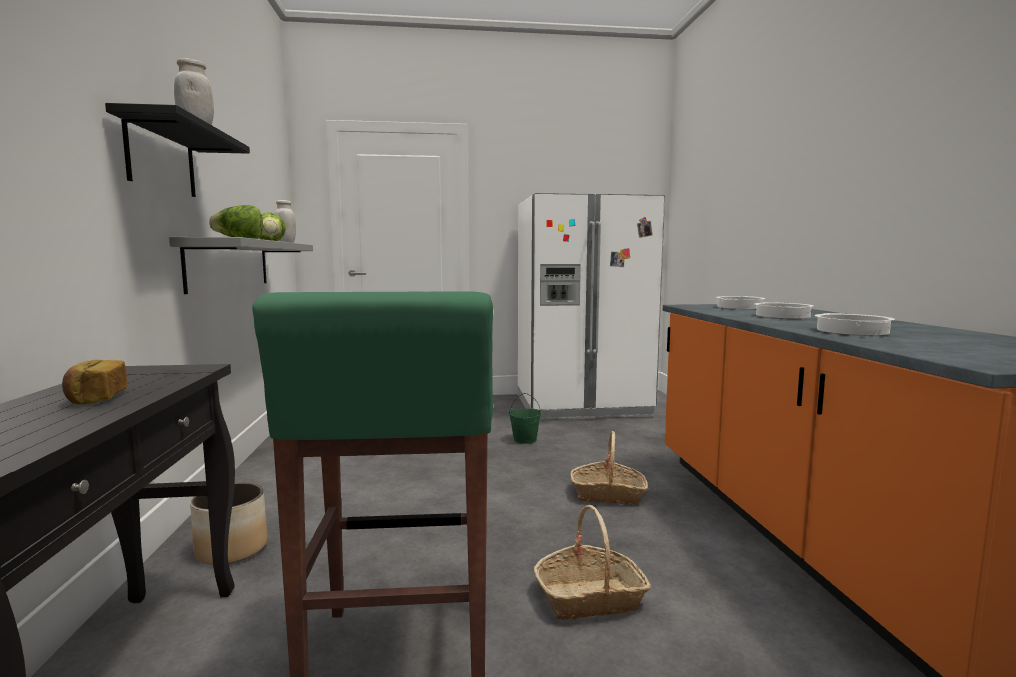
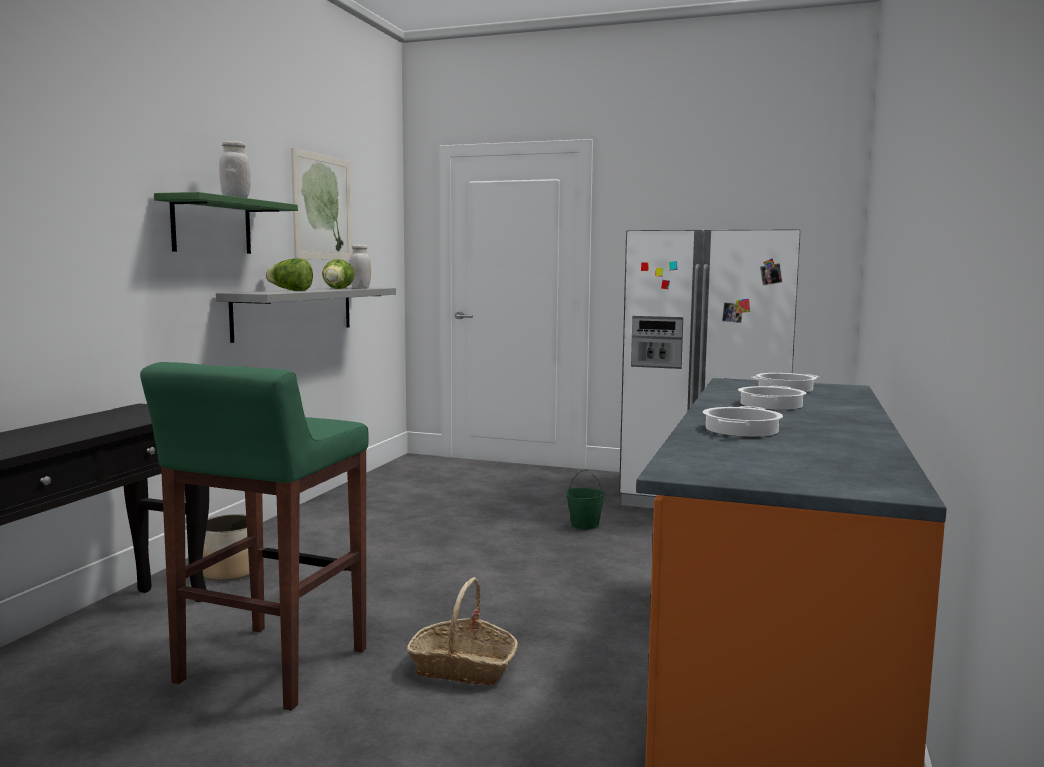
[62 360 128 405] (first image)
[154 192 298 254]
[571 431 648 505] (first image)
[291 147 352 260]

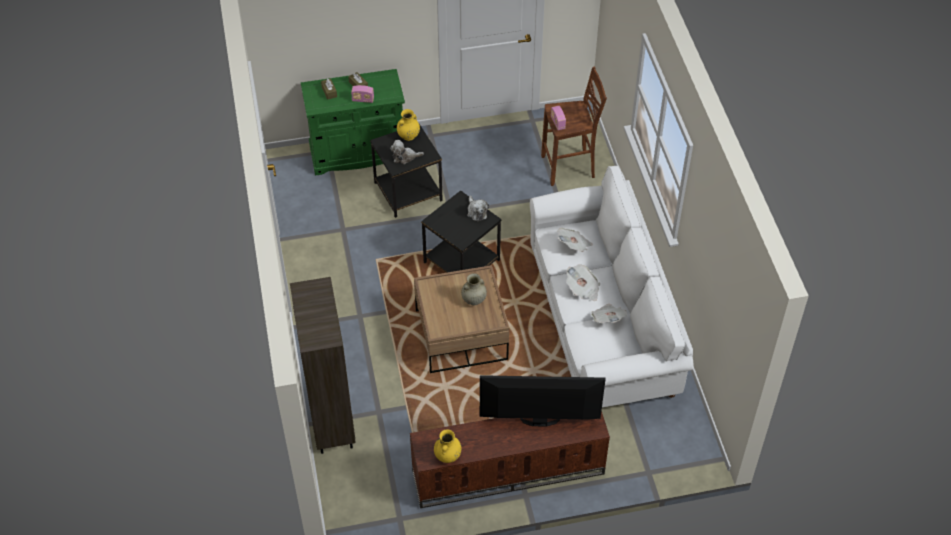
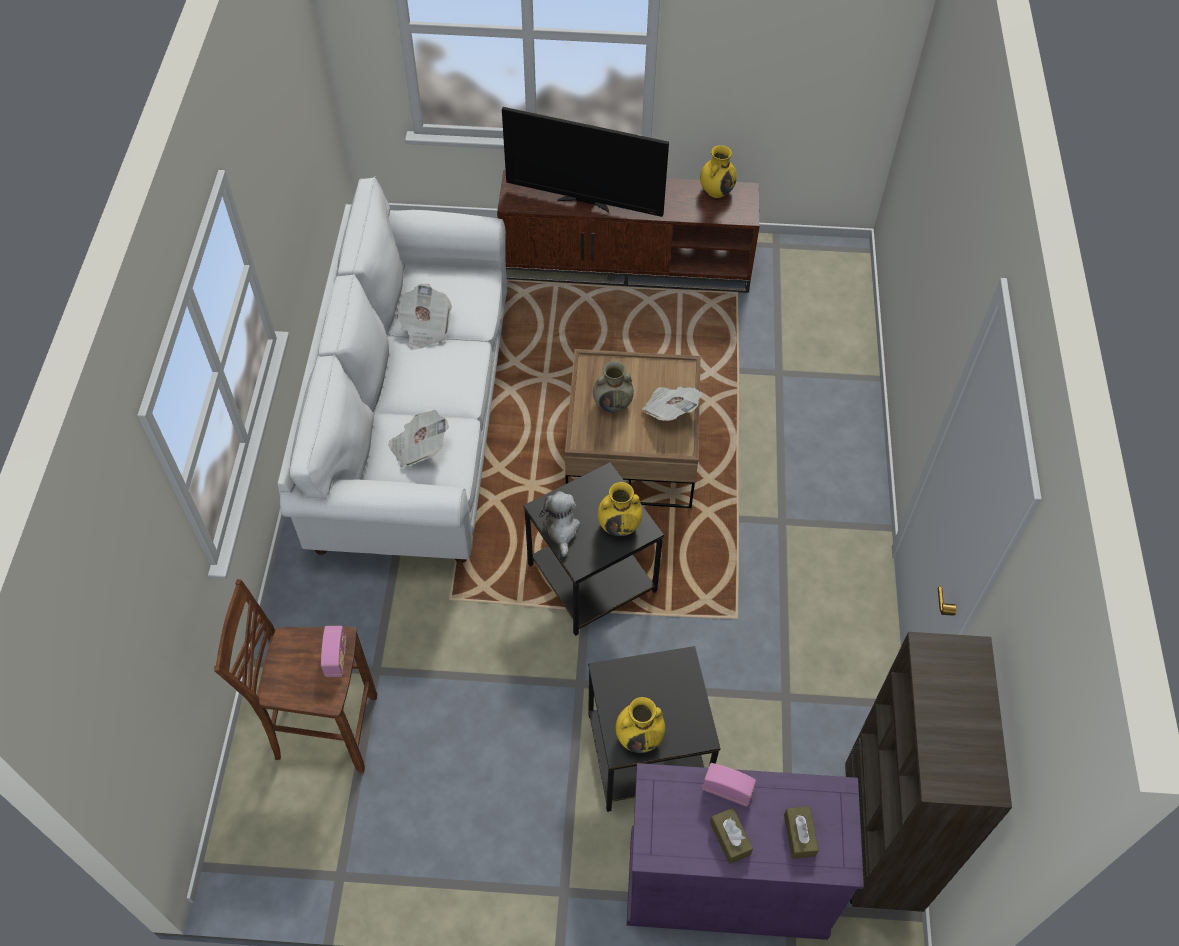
[845 632 1012 912]
[627 763 864 940]
[390 140 424 164] (first image)
[642 386 703 421]
[598 482 642 536]

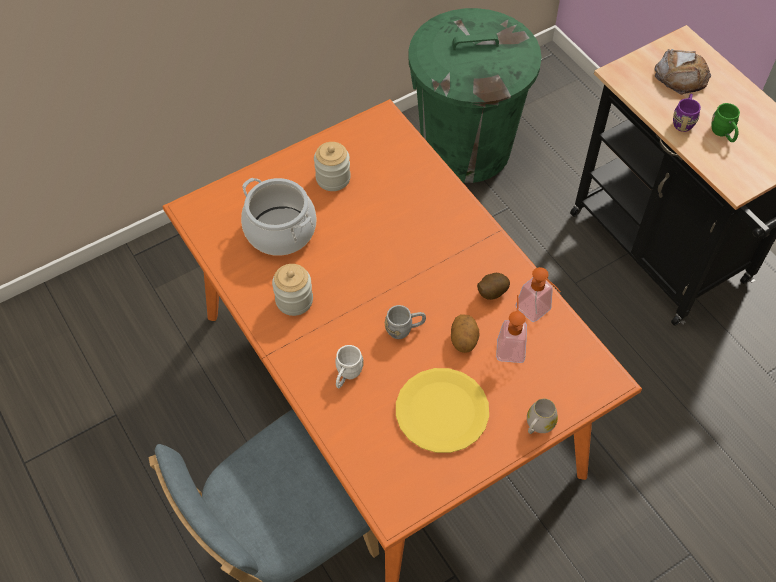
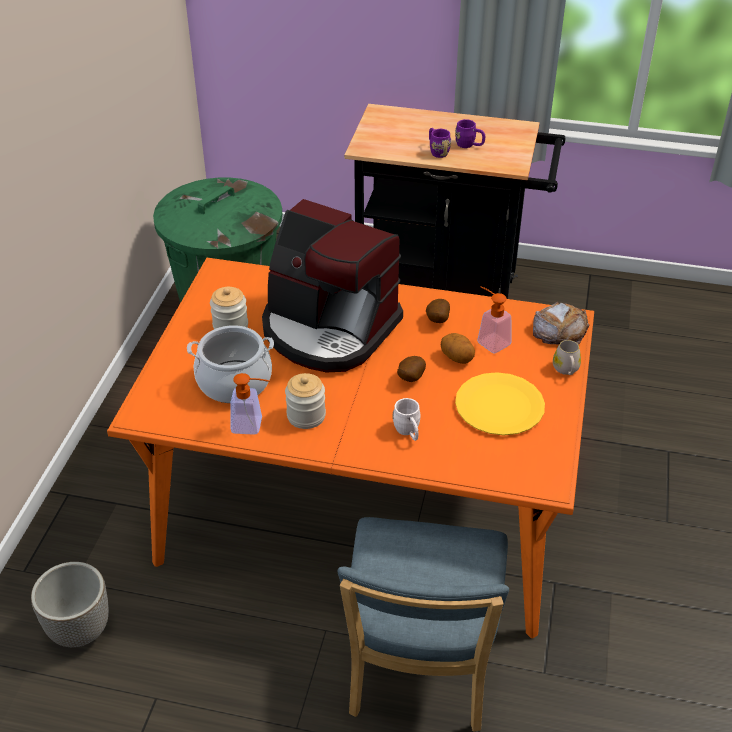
[397 356 426 382]
[230 373 270 435]
[533 302 589 345]
[455 119 485 148]
[31 562 109 647]
[262 199 403 373]

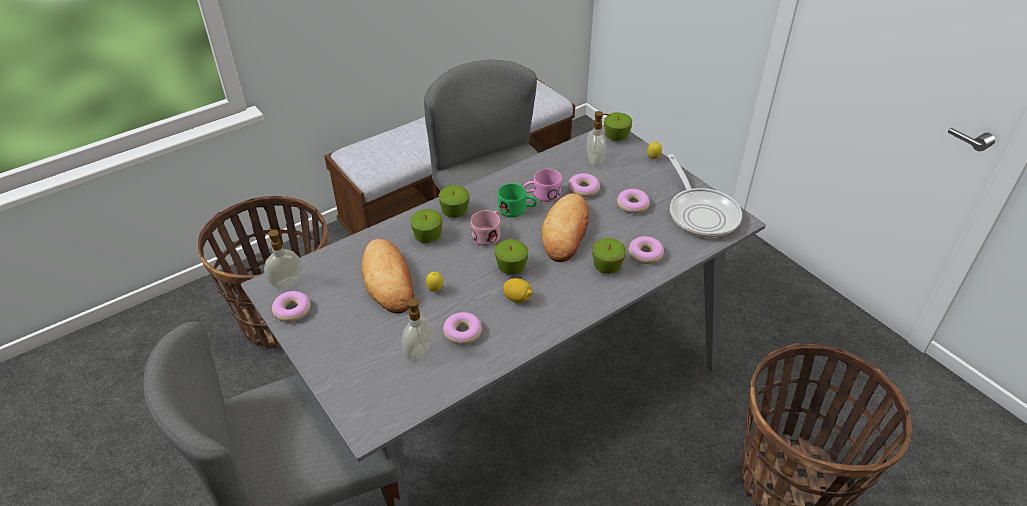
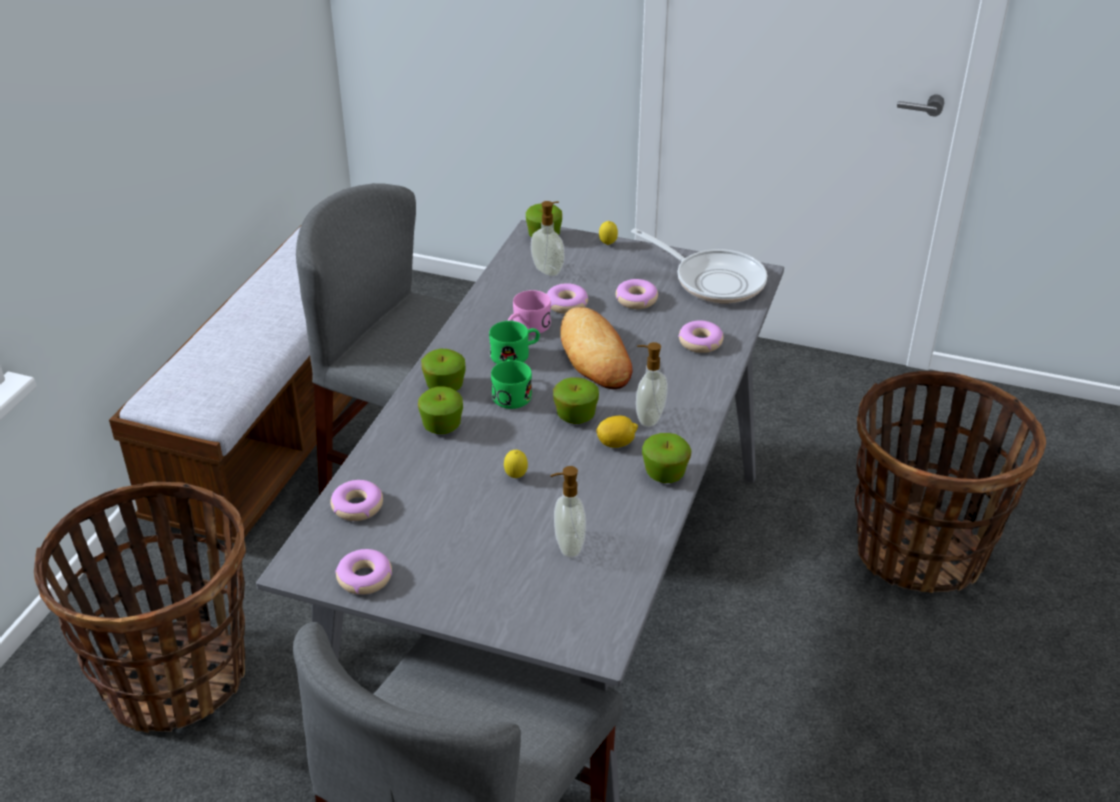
[636 342 668 427]
[362 239 414 313] (first image)
[331 480 383 521]
[491 359 532 409]
[642 433 691 483]

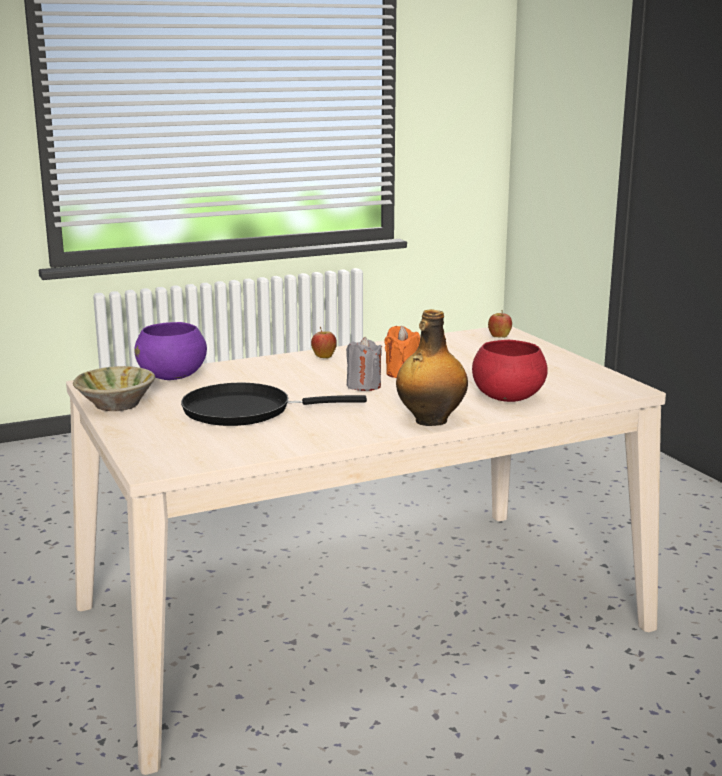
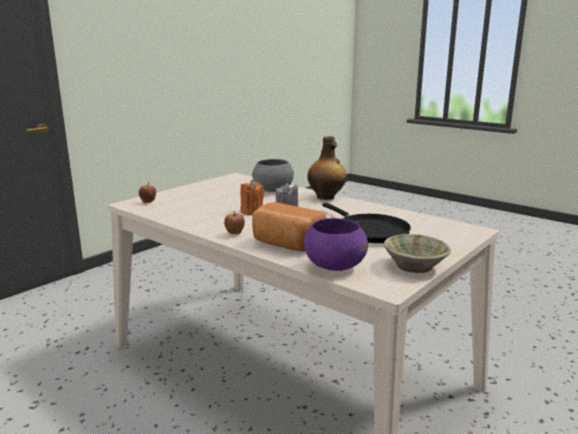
[252 159 294 192]
[252 202 326 252]

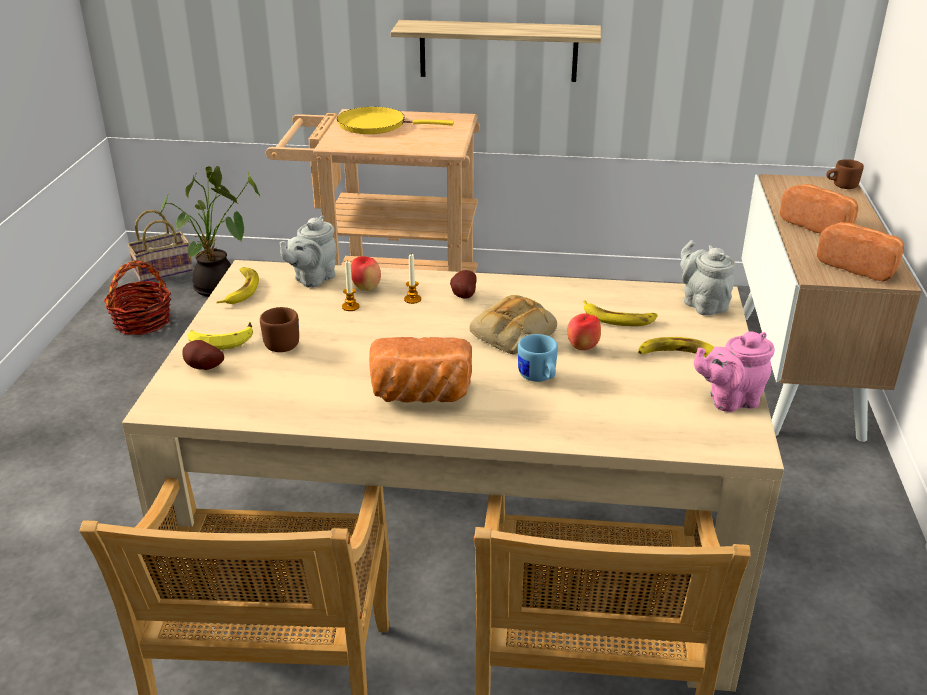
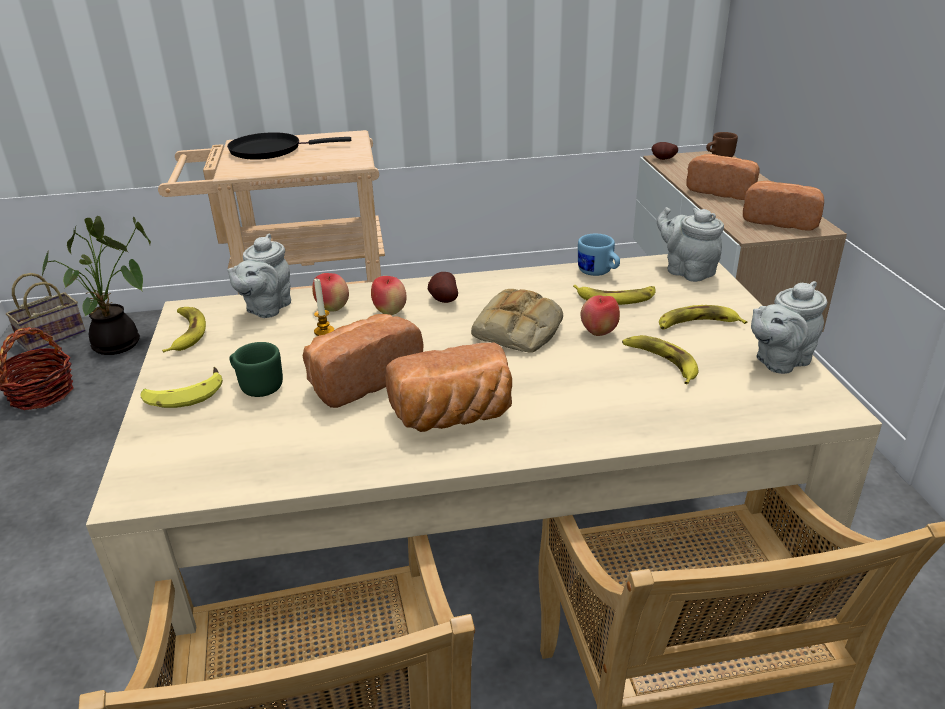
[652 142 678 160]
[229 342 283 397]
[227 132 351 160]
[391 20 601 82] (first image)
[371 276 407 315]
[578 234 620 276]
[751 281 827 374]
[303 314 424 408]
[622 335 698 384]

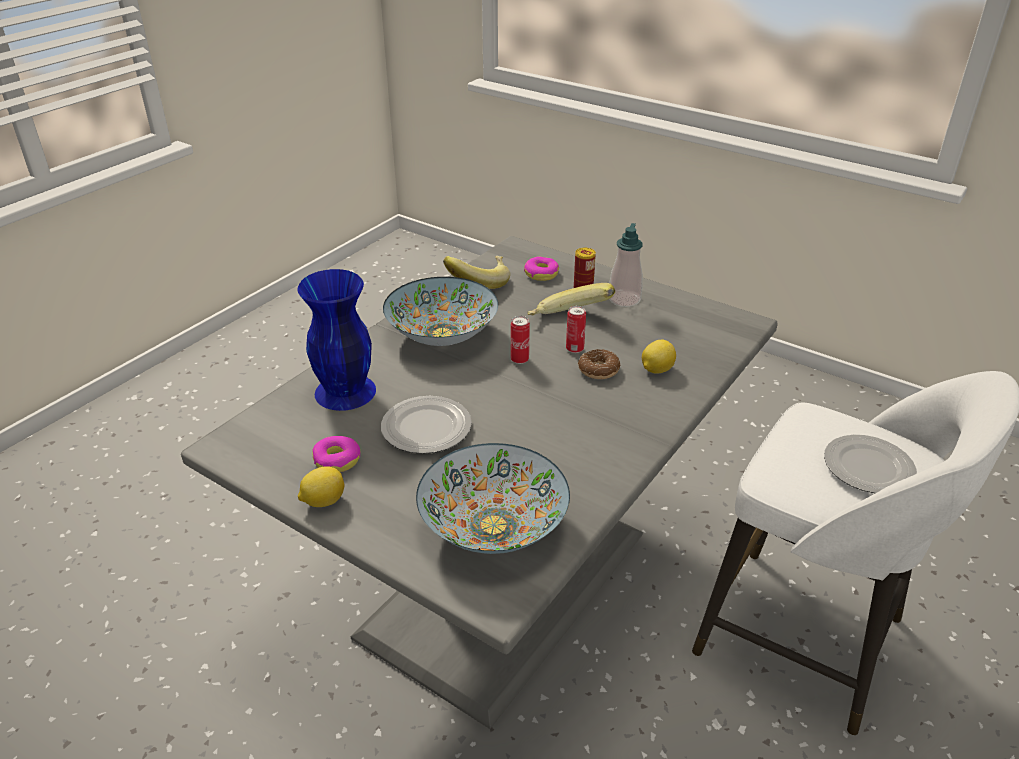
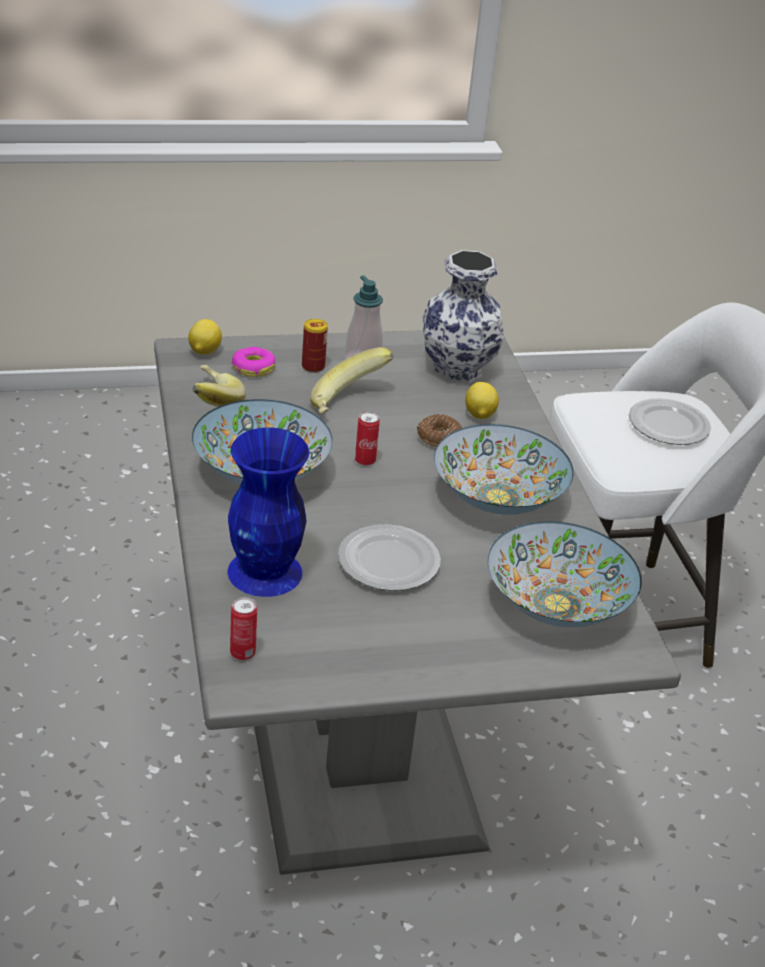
[188 319 222 354]
[312 436 361 472] (first image)
[230 597 257 660]
[422 250 504 383]
[434 424 574 515]

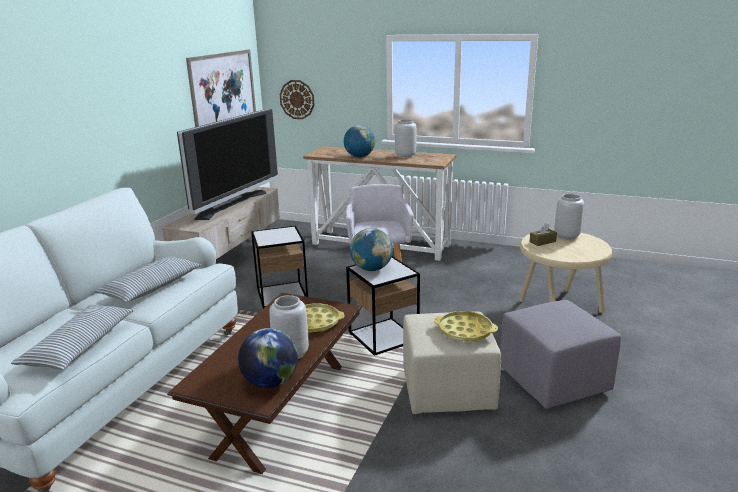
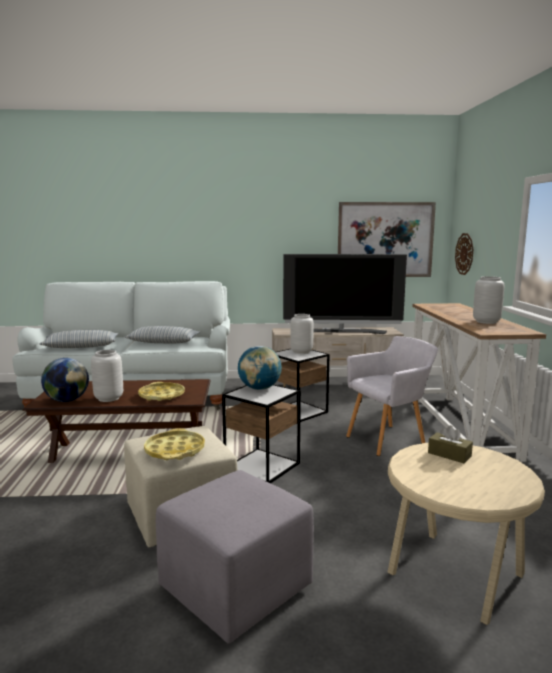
[344 125 375 157] (first image)
[290 314 314 354]

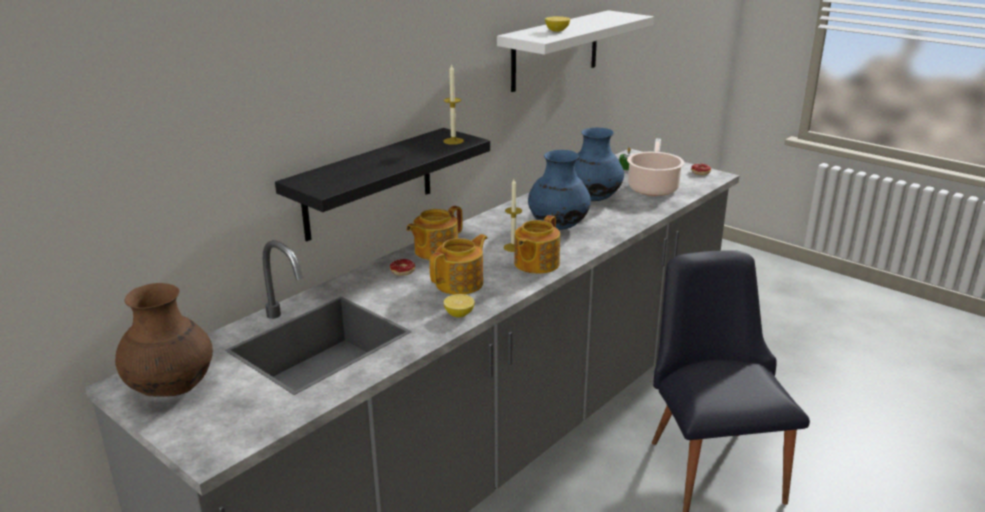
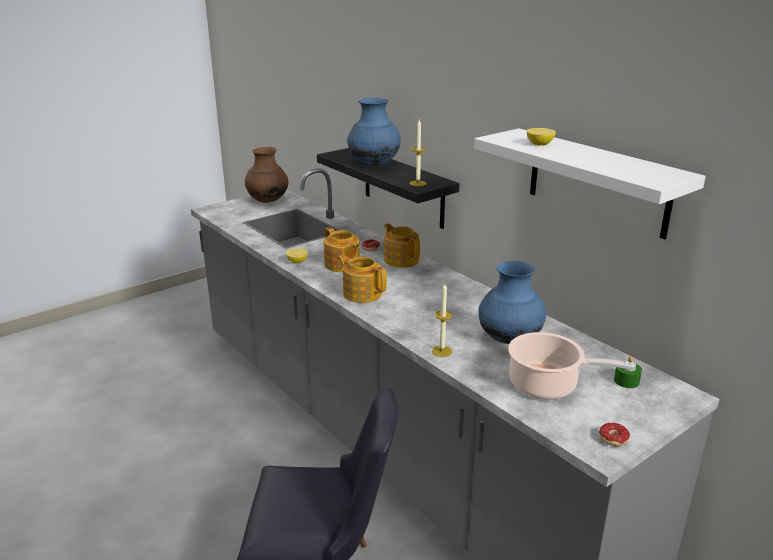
[432 284 452 357]
[347 98 401 166]

